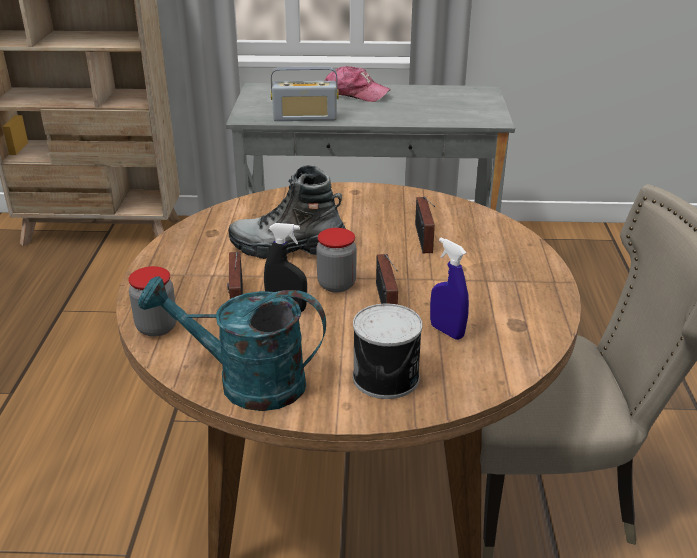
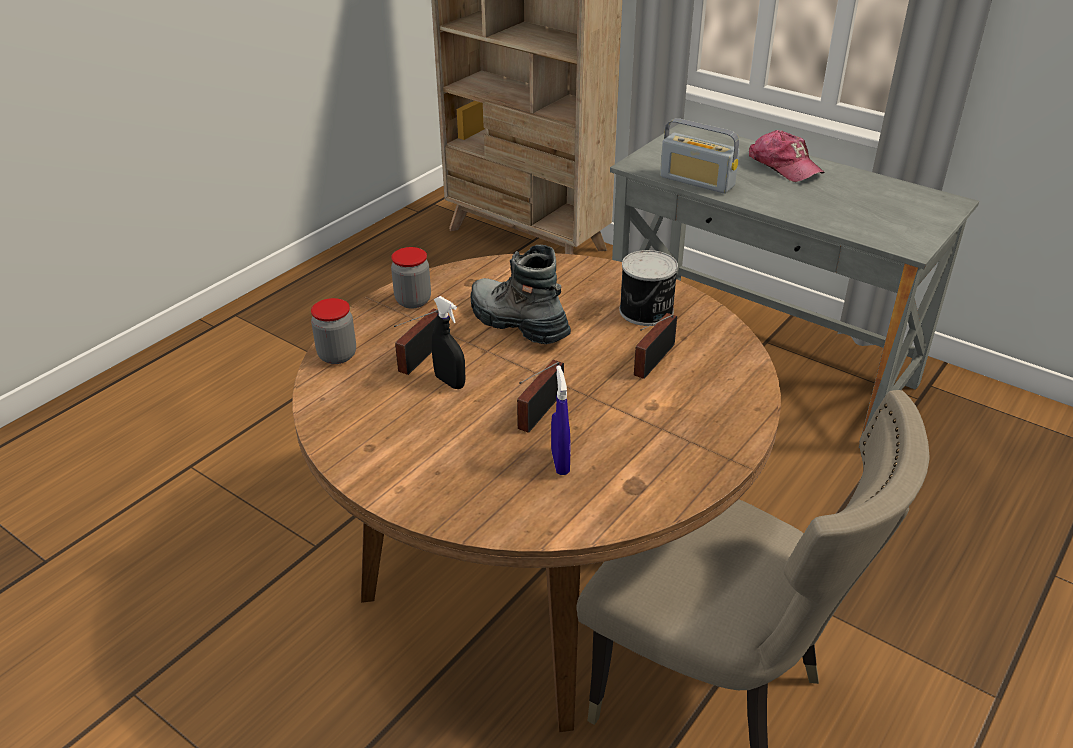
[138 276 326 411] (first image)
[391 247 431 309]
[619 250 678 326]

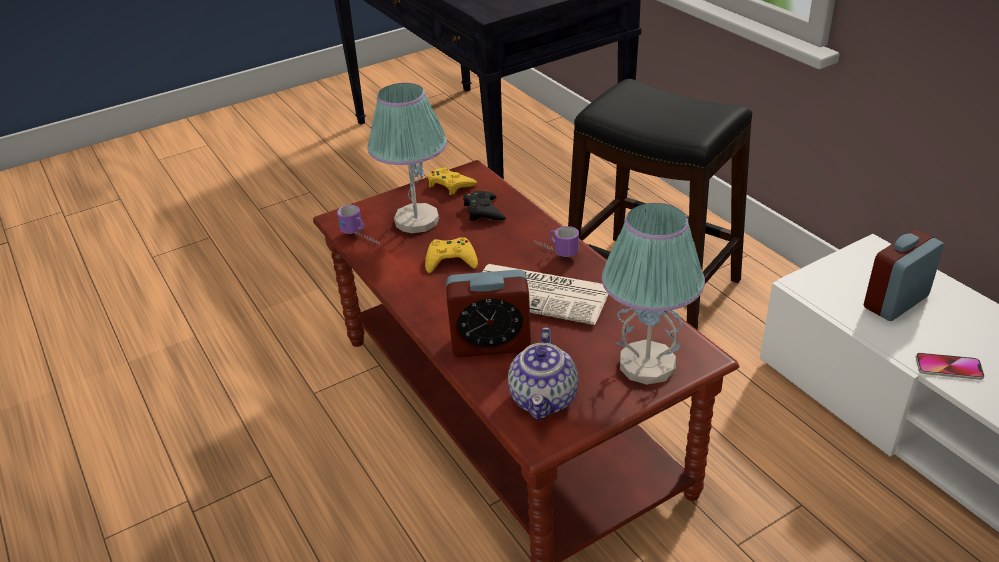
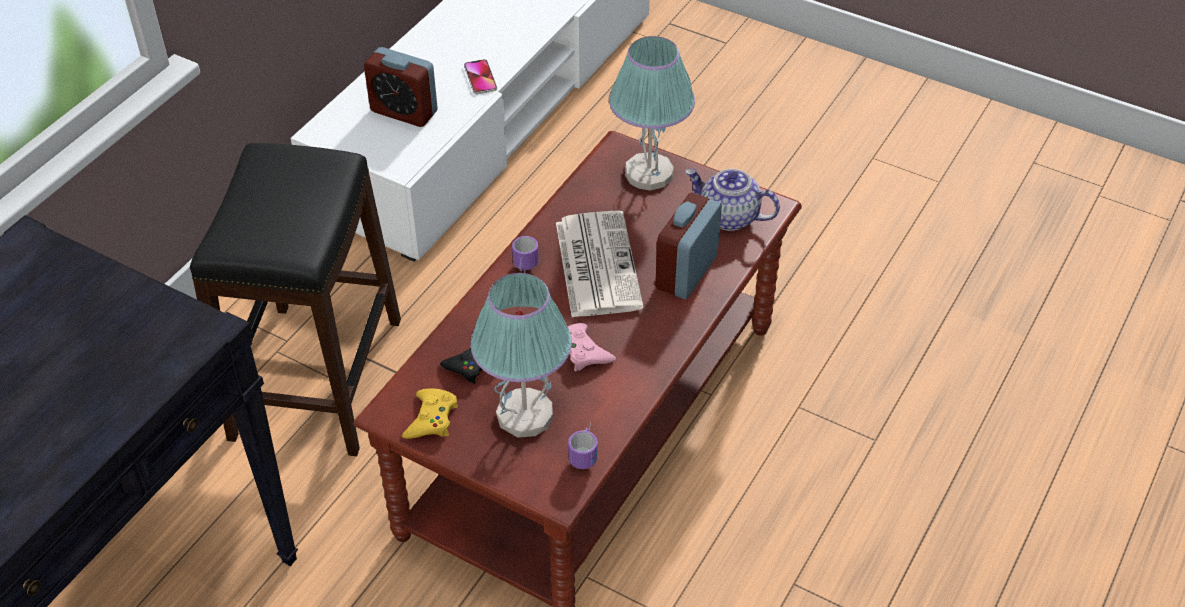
[568 323 616 371]
[655 193 722 299]
[685 169 780 231]

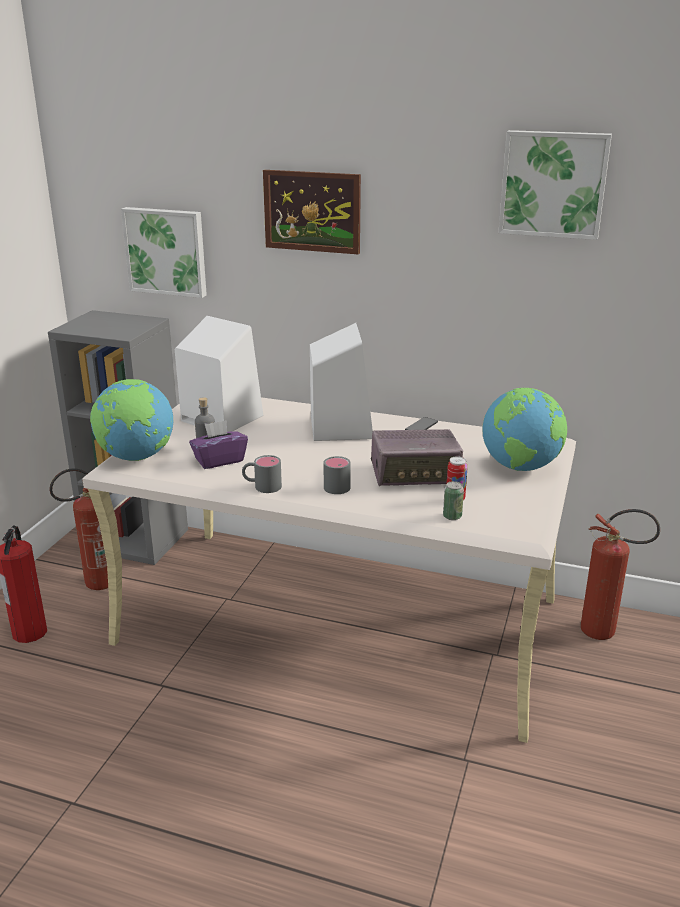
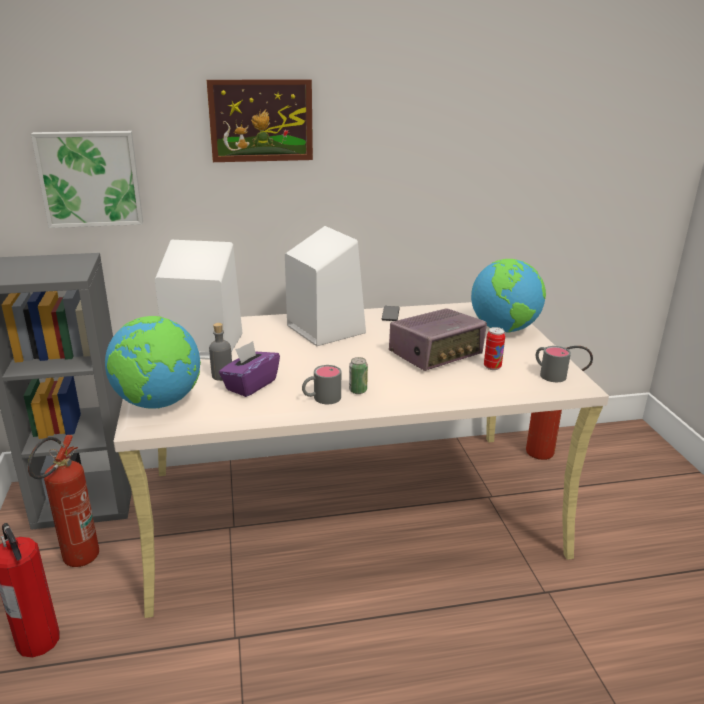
[536 346 571 382]
[349 357 368 394]
[499 130 612 240] (first image)

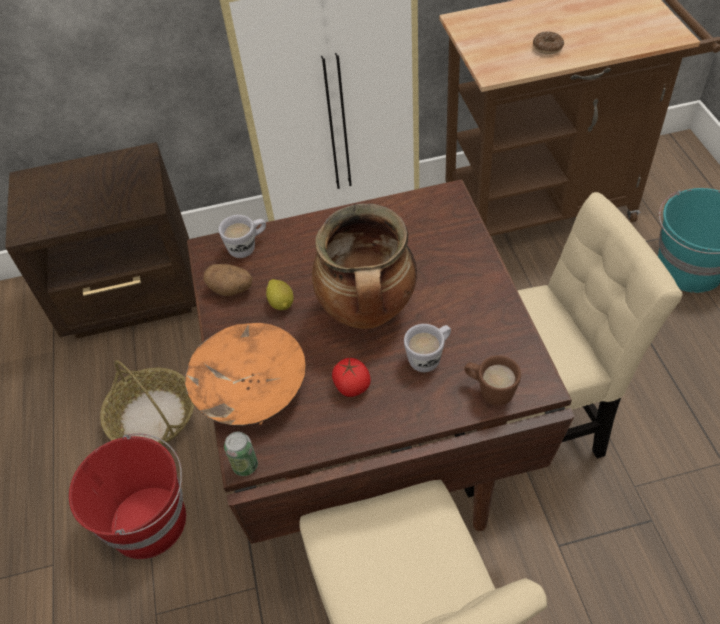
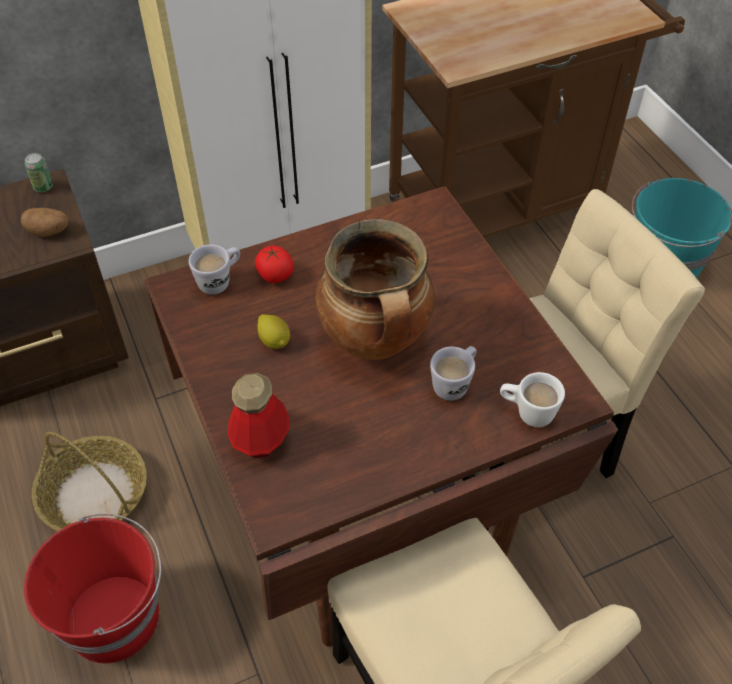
[228 373 289 458]
[21 208 68 237]
[24 153 53 192]
[255 246 294 283]
[500 372 565 427]
[533 32 564 54] (first image)

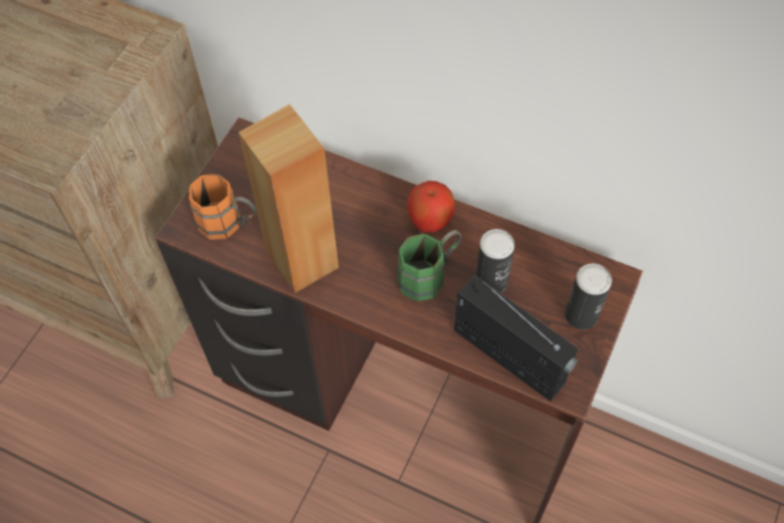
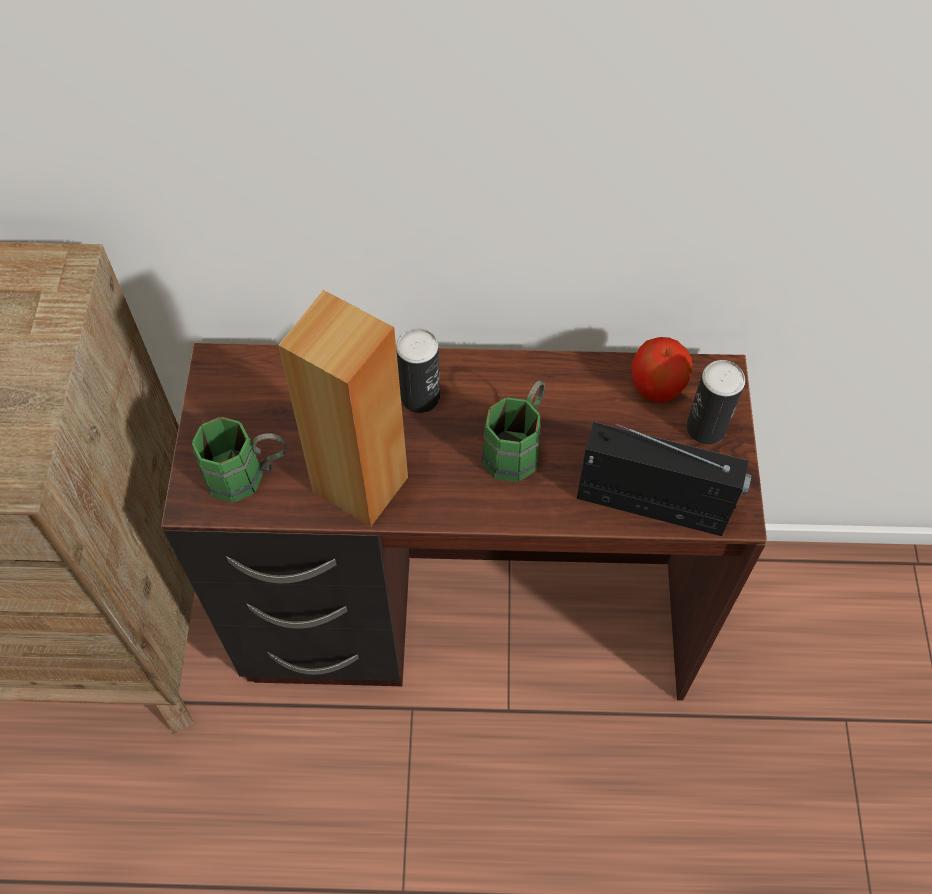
[192 417 286 502]
[631 337 692 402]
[396 328 440 413]

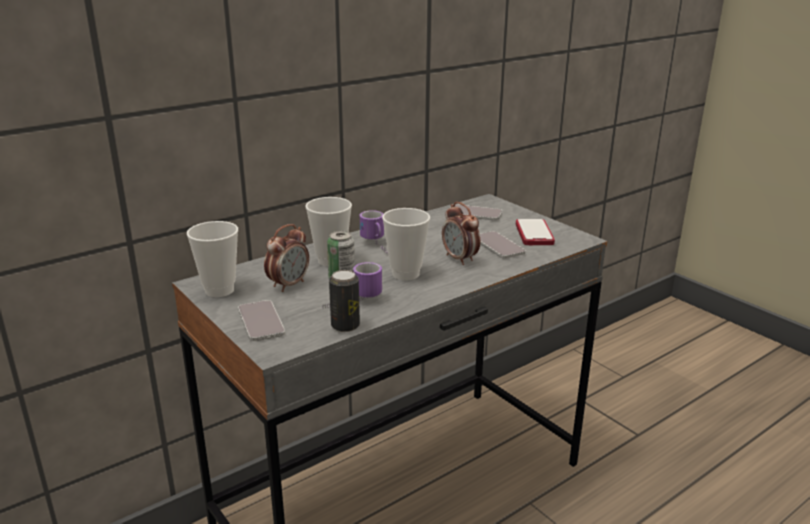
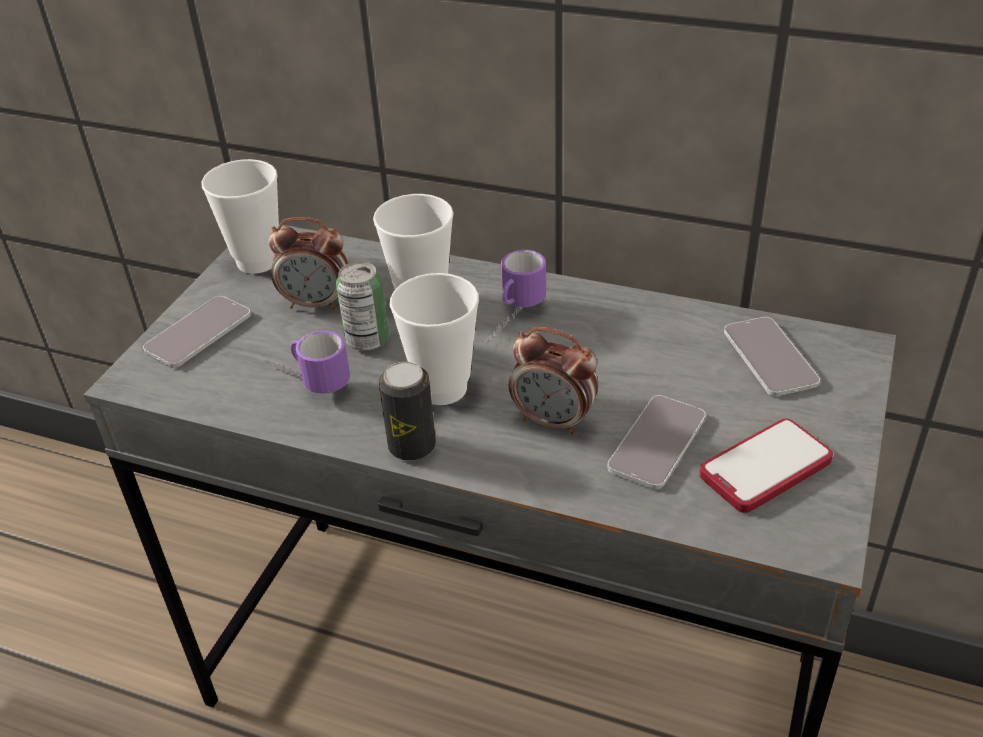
[379 362 436 461]
[509 327 598 435]

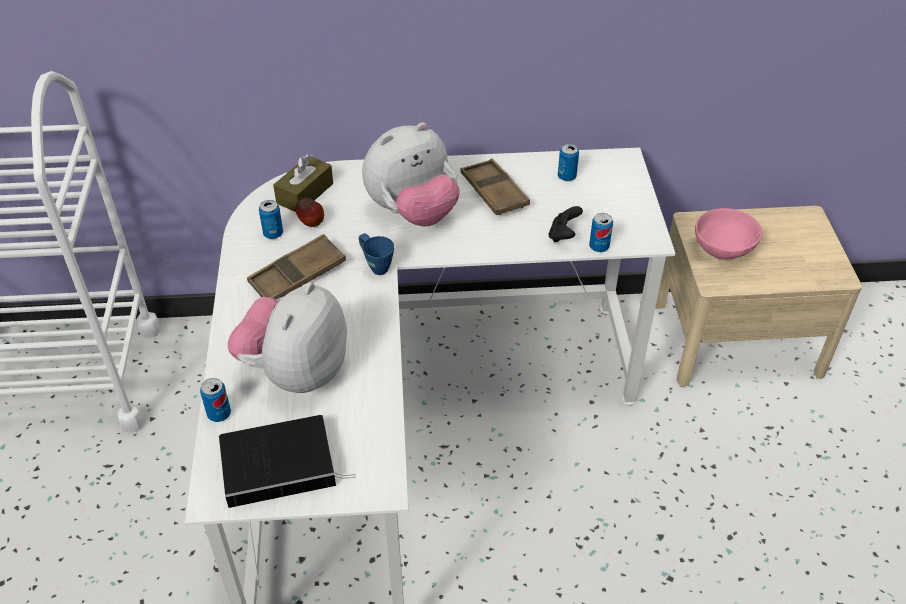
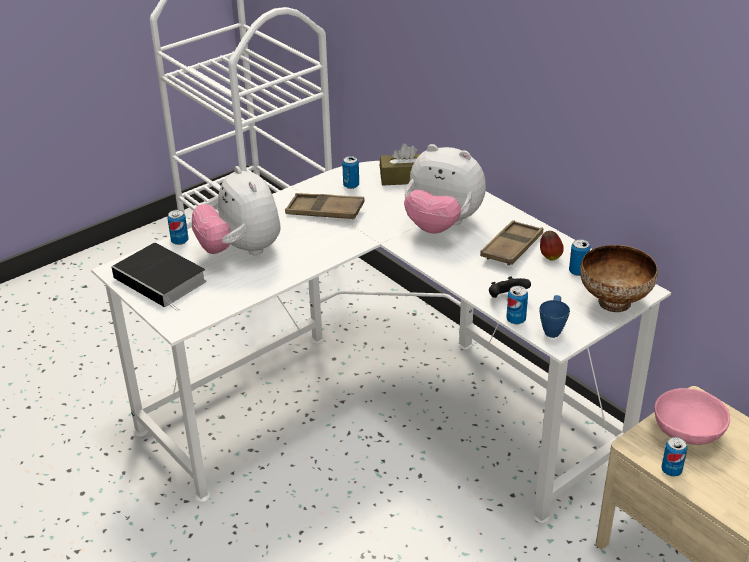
[192 166 281 255]
[540 231 564 261]
[539 295 570 338]
[580 245 658 312]
[662 437 687 476]

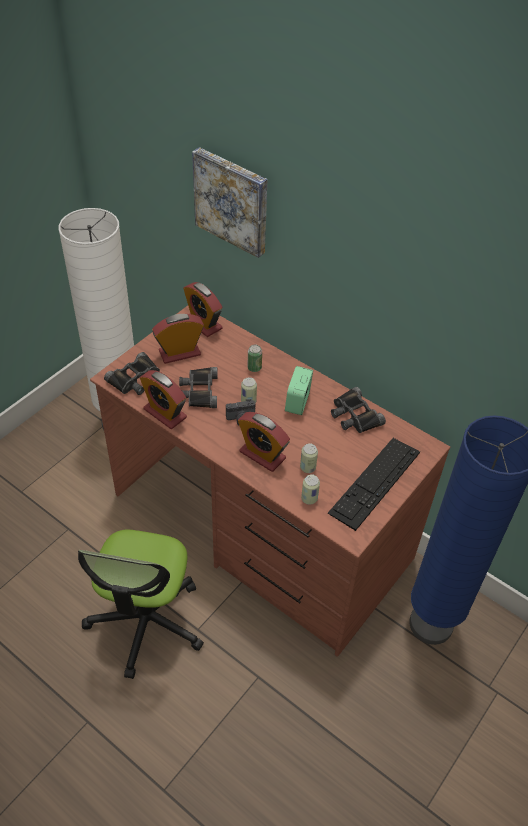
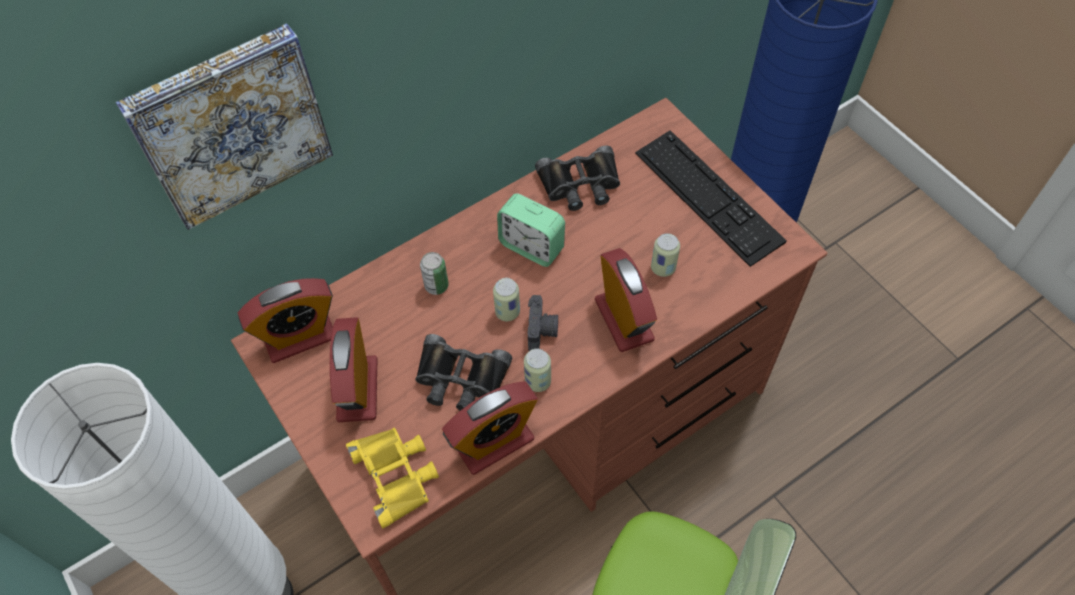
[346 427 439 528]
[595 248 657 352]
[524 348 551 392]

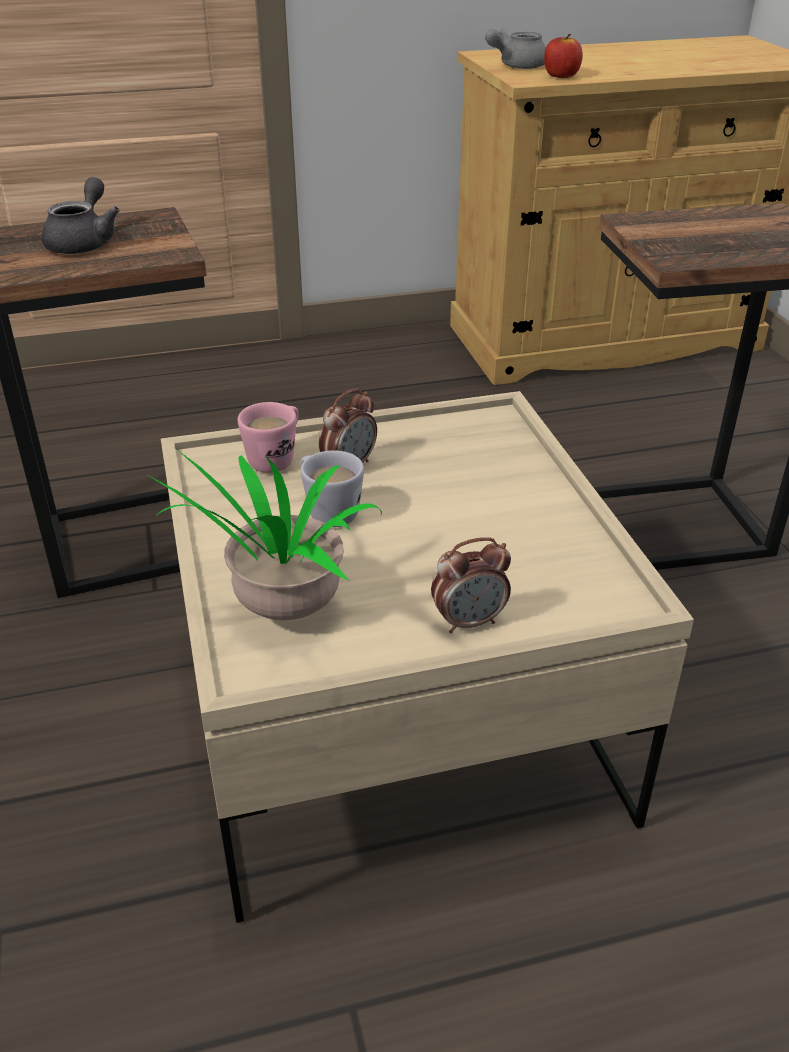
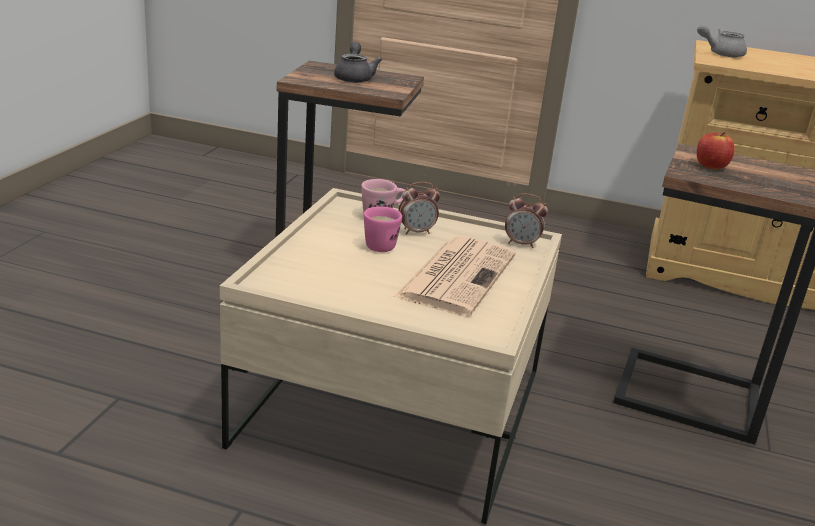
[334 42 382 83]
[146 451 382 620] (first image)
[364 206 402 252]
[505 193 548 248]
[697 132 735 169]
[394 236 516 316]

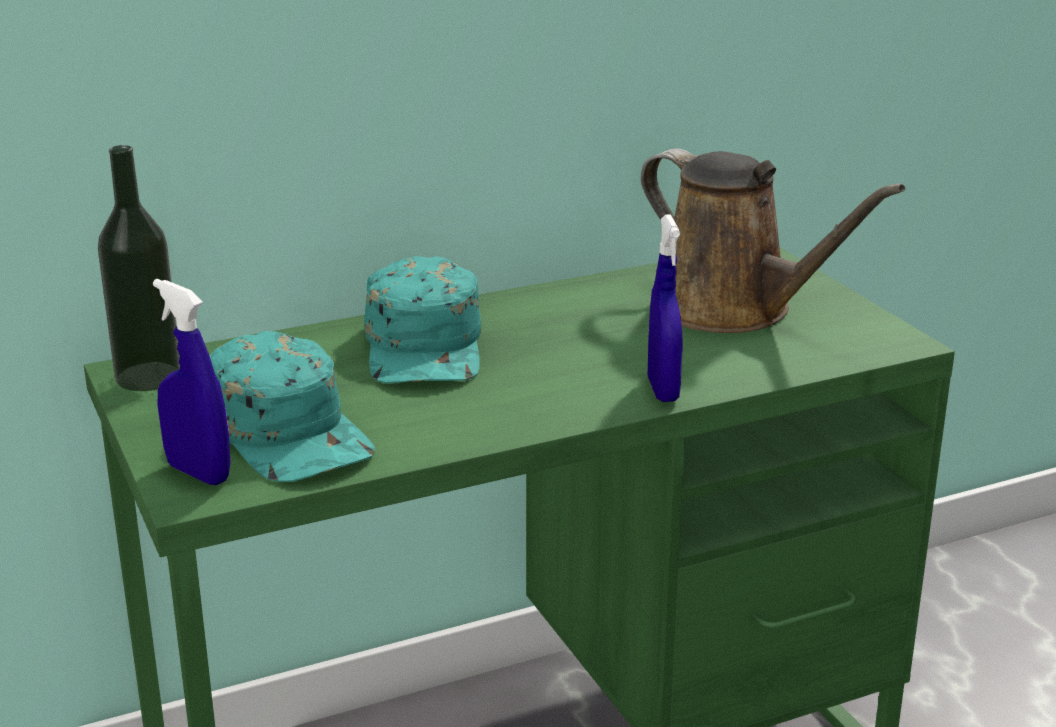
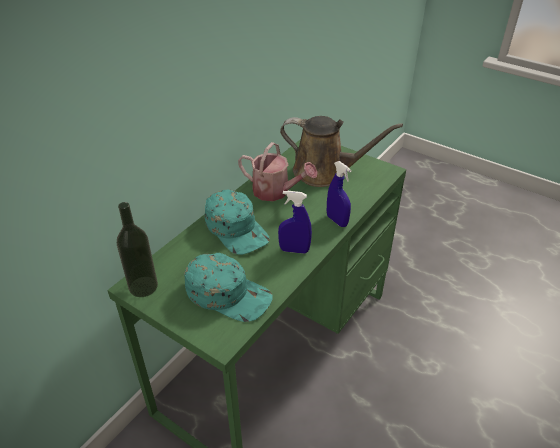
[278 190 312 254]
[238 142 318 201]

